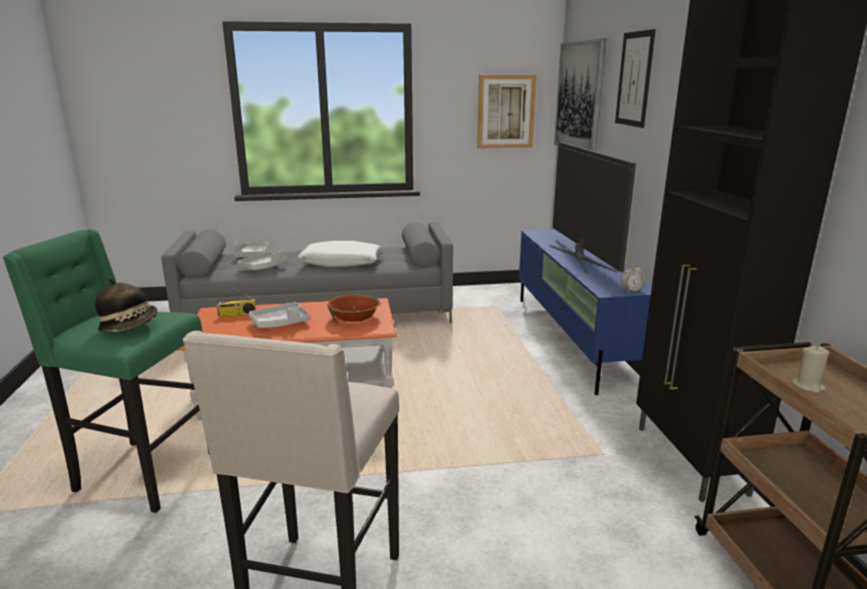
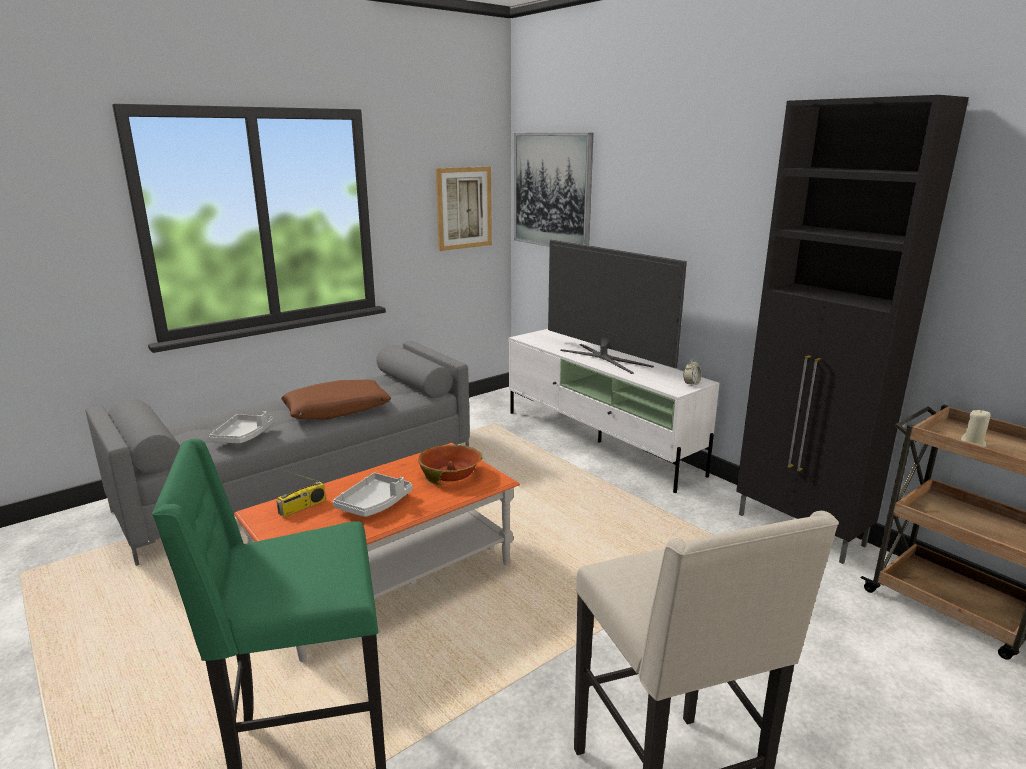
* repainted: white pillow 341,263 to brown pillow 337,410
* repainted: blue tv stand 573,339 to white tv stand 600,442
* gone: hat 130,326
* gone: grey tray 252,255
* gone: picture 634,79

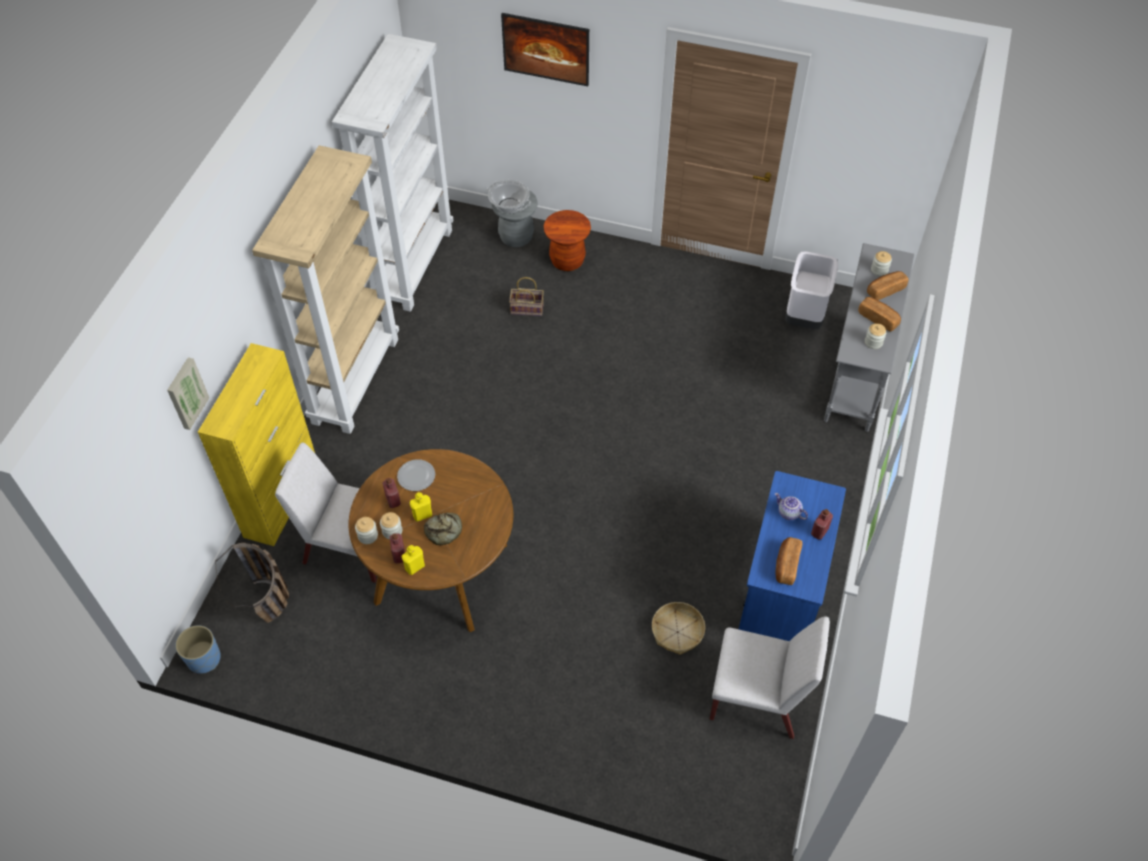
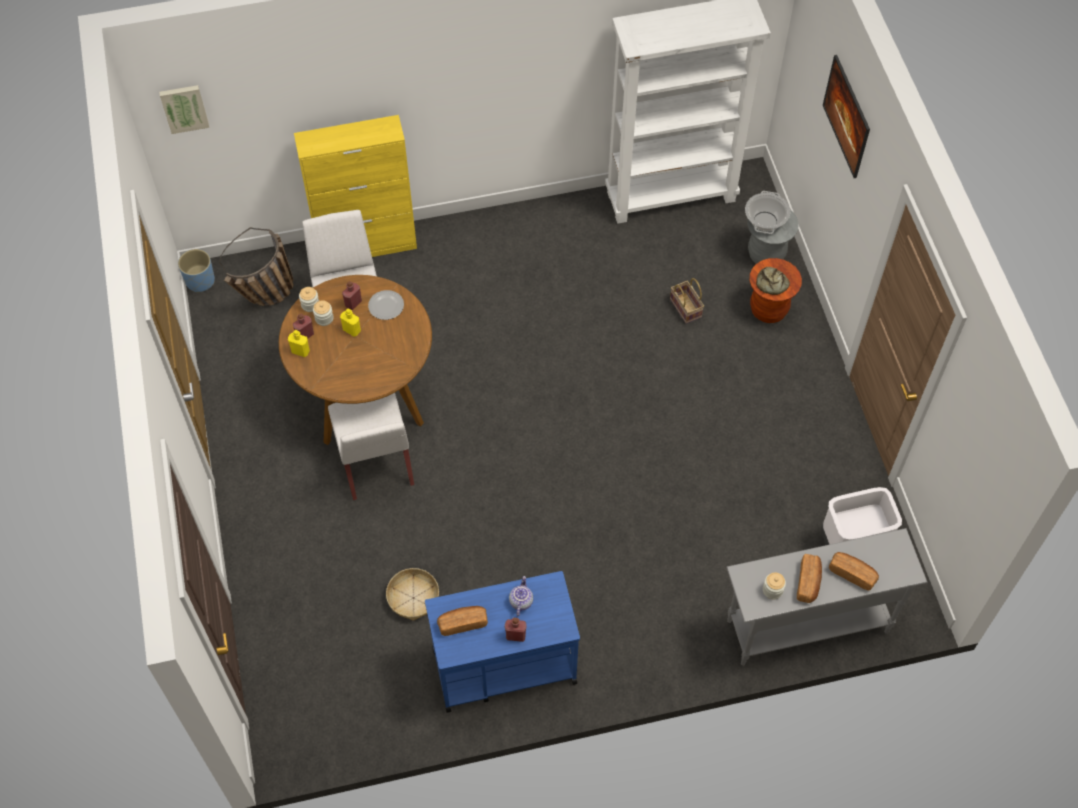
* shifted: picture 186,393 to 184,107
* shifted: white chair 758,698 to 375,461
* shifted: bread 444,531 to 771,284
* gone: beige bookcase 355,379
* gone: jar 879,270

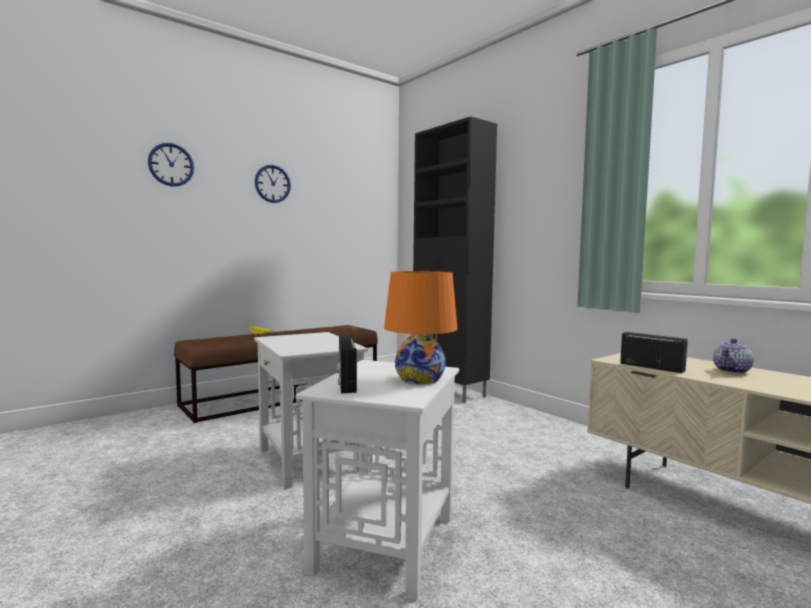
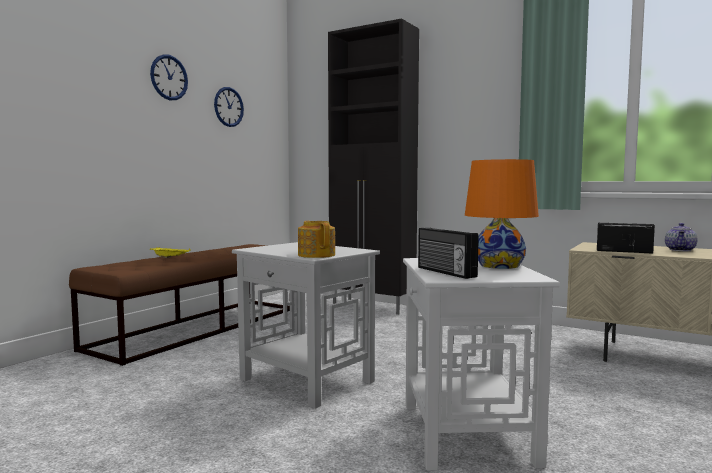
* shifted: wall clock 171,164 to 228,107
* new: teapot 316,255

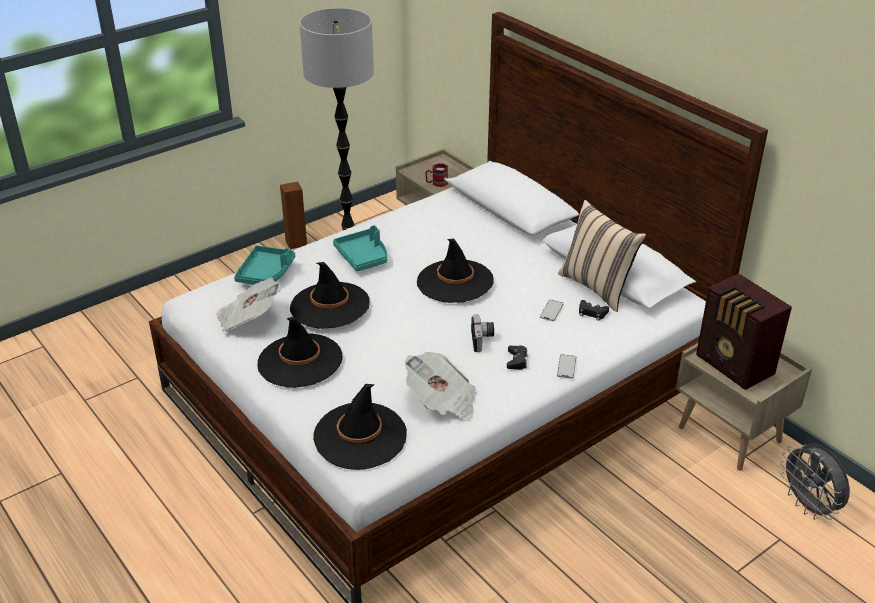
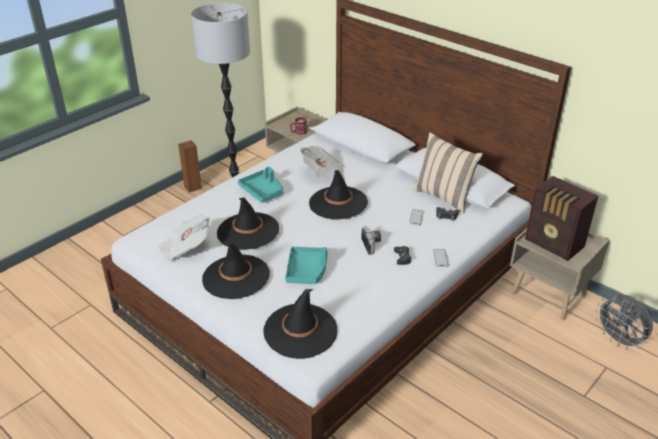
* shifted: turquoise tray 266,273 to 307,271
* shifted: newspaper 442,401 to 324,174

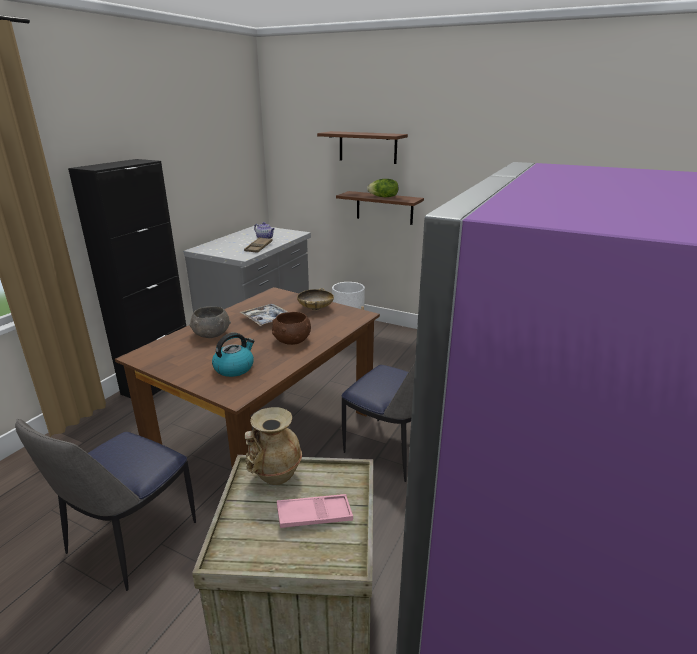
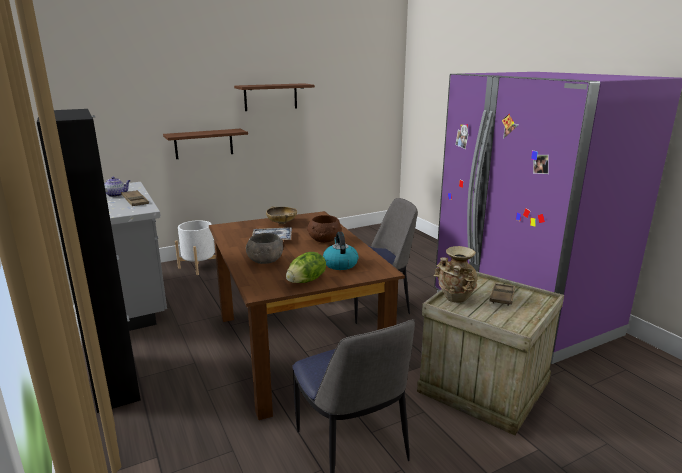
* shifted: brown shelf 367,147 to 270,97
* shifted: lettuce 383,197 to 307,281
* repainted: pink tray 314,515 to brown tray 502,297

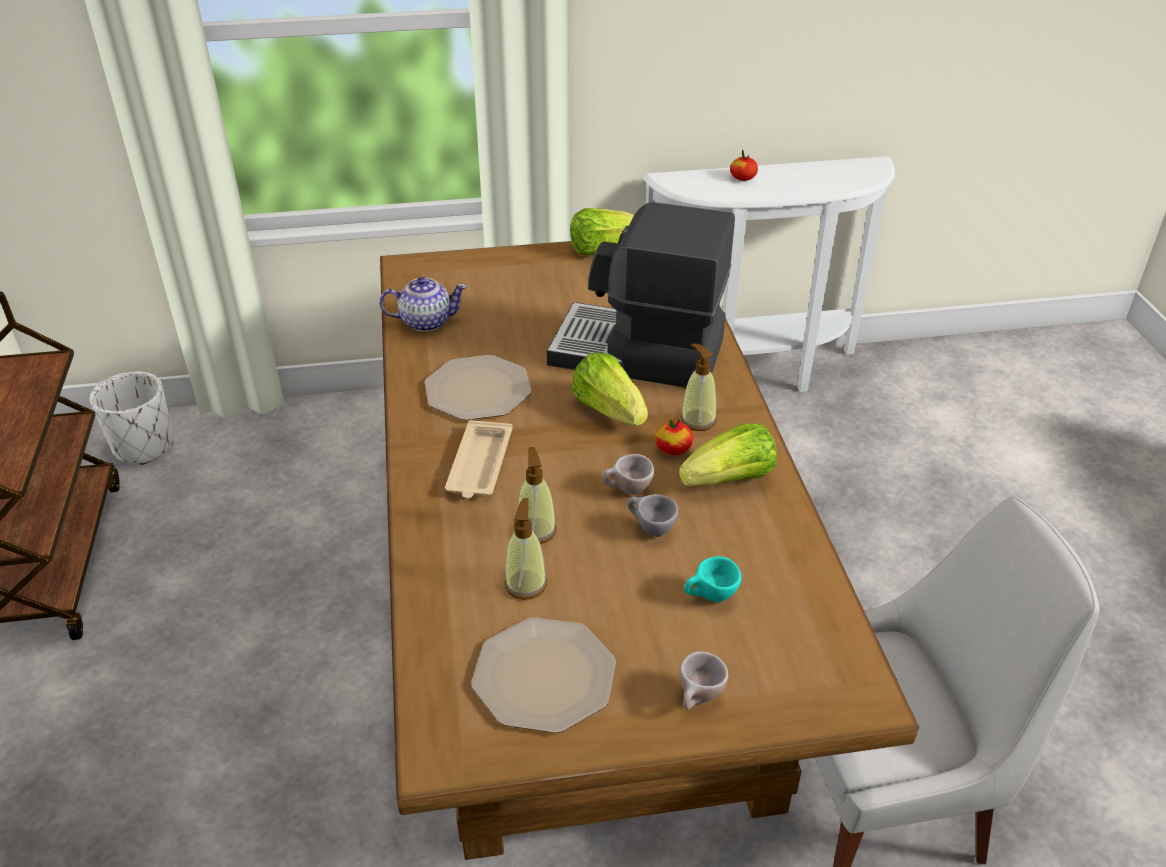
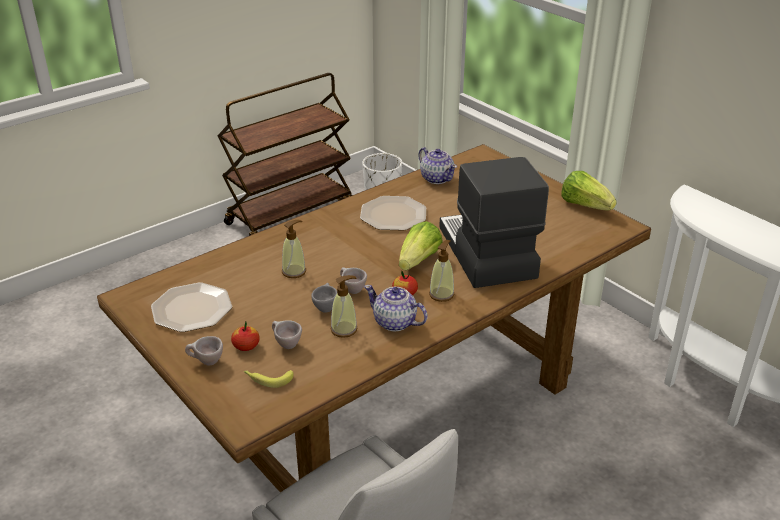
* shifted: apple 742,178 to 246,346
* new: banana 268,379
* repainted: turquoise cup 710,598 to beige cup 285,344
* shifted: soap dispenser 526,584 to 344,329
* swapped: lettuce 730,480 to teapot 395,323
* gone: beige tray 479,466

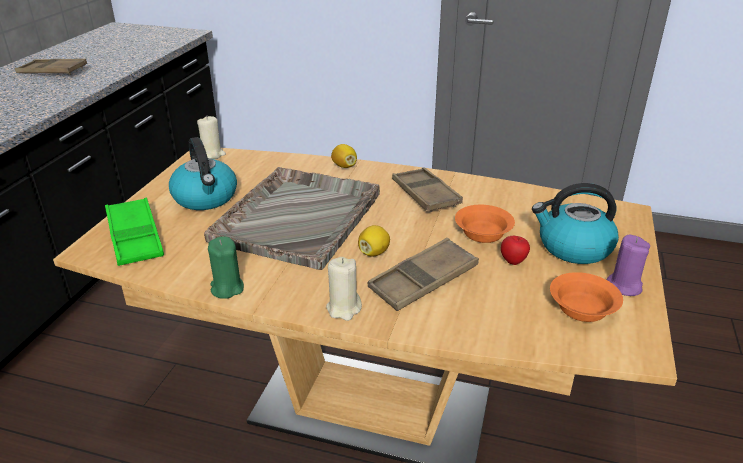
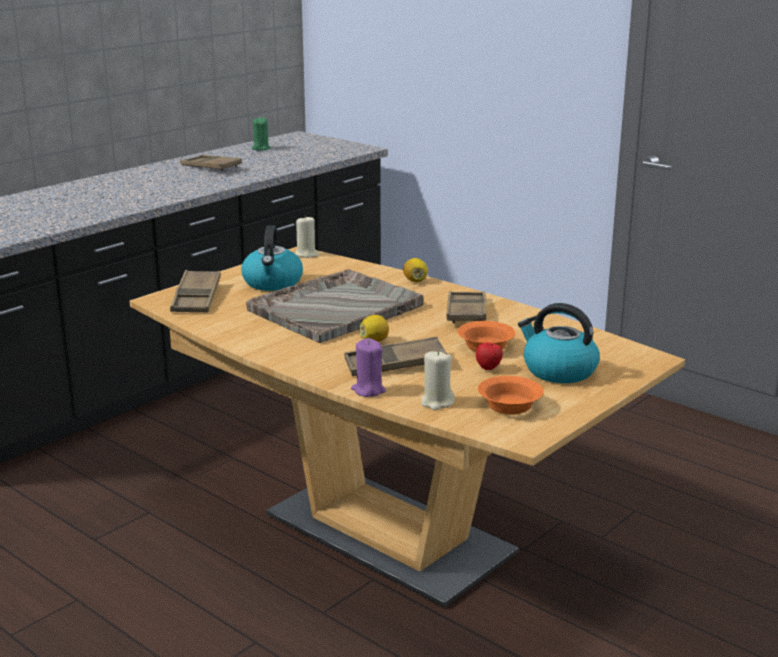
* repainted: green tray 135,237 to brown tray 196,298
* shifted: green candle 227,288 to 261,148
* shifted: purple candle 623,286 to 368,390
* shifted: beige candle 344,308 to 437,402

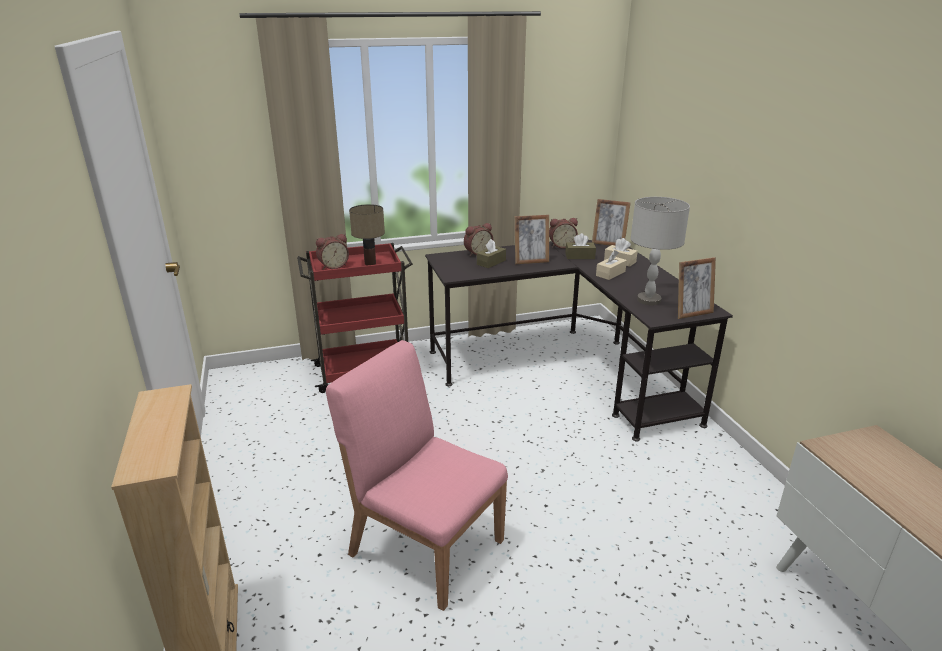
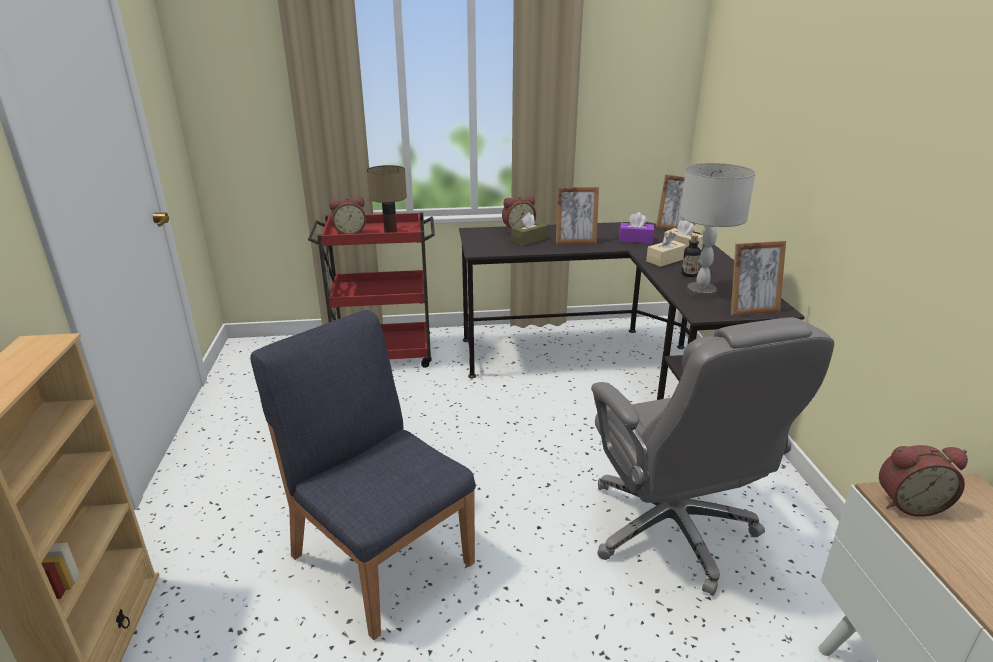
* repainted: pink chair 425,545 to blue chair 381,557
* new: grey office chair 673,530
* repainted: brown tissue box 580,256 to purple tissue box 635,240
* new: bottle 689,274
* shifted: alarm clock 561,245 to 908,503

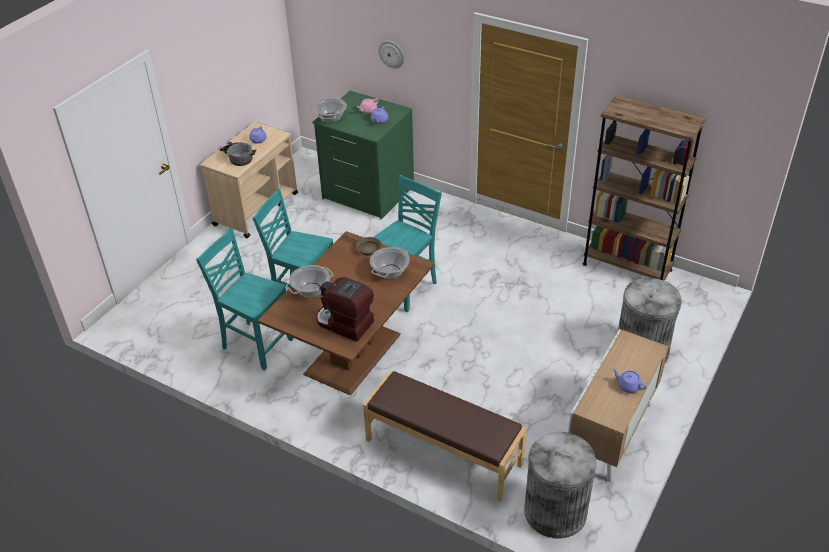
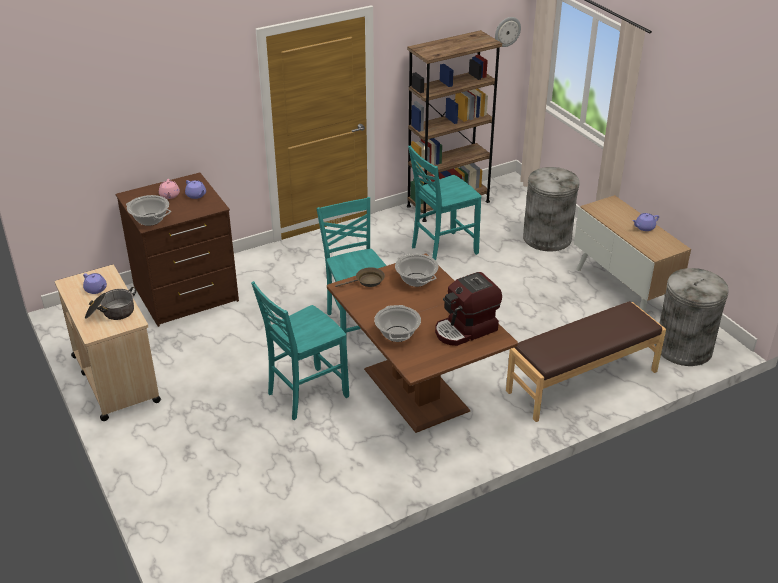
* repainted: green dresser 367,193 to brown dresser 186,294
* shifted: turquoise chair 256,344 to 442,250
* shifted: wall clock 391,54 to 507,31

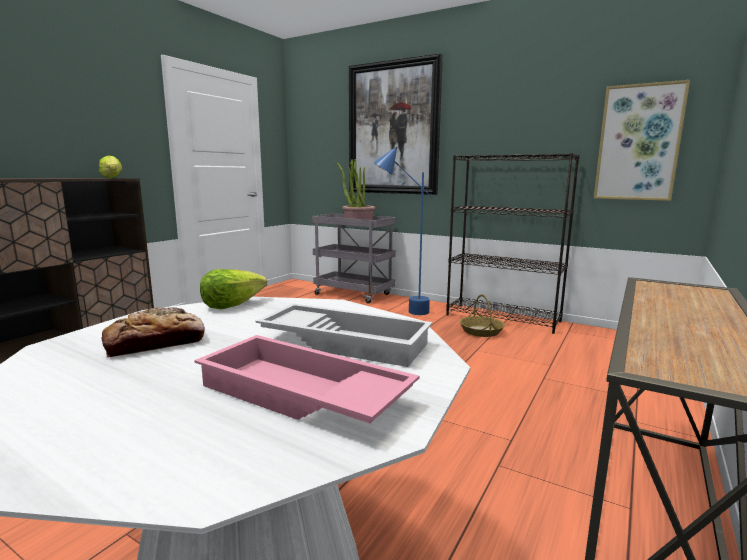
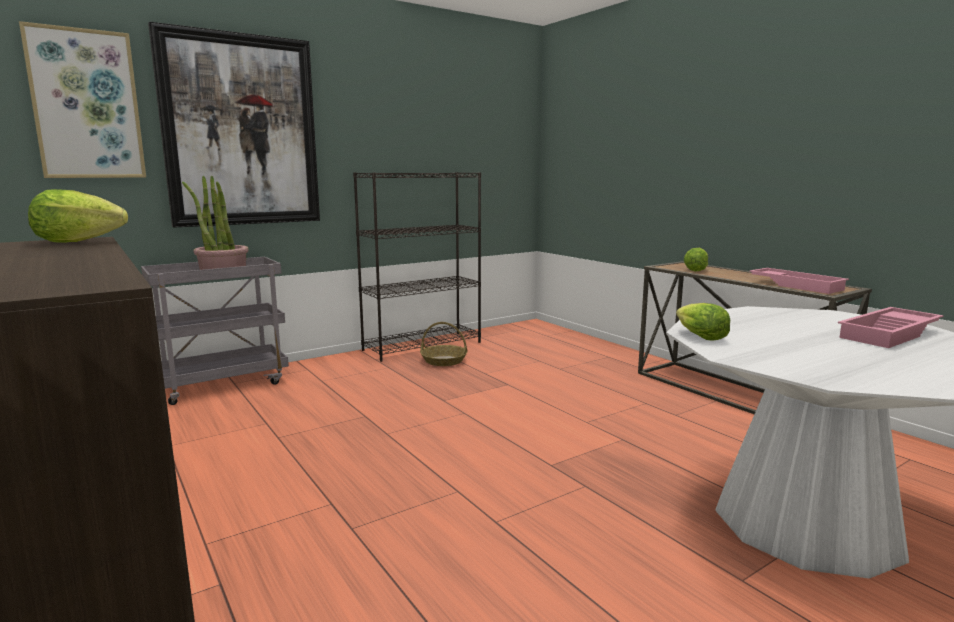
* shifted: picture 638,143 to 86,105
* new: lettuce 696,270
* new: pink tray 797,285
* gone: bread 155,343
* gone: white tray 346,342
* gone: blue floor lamp 401,312

